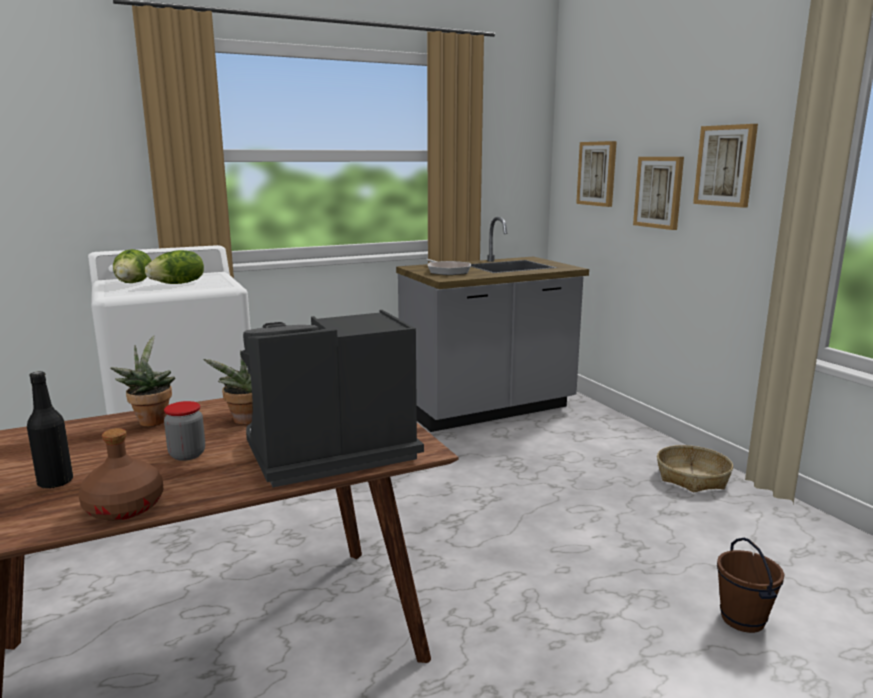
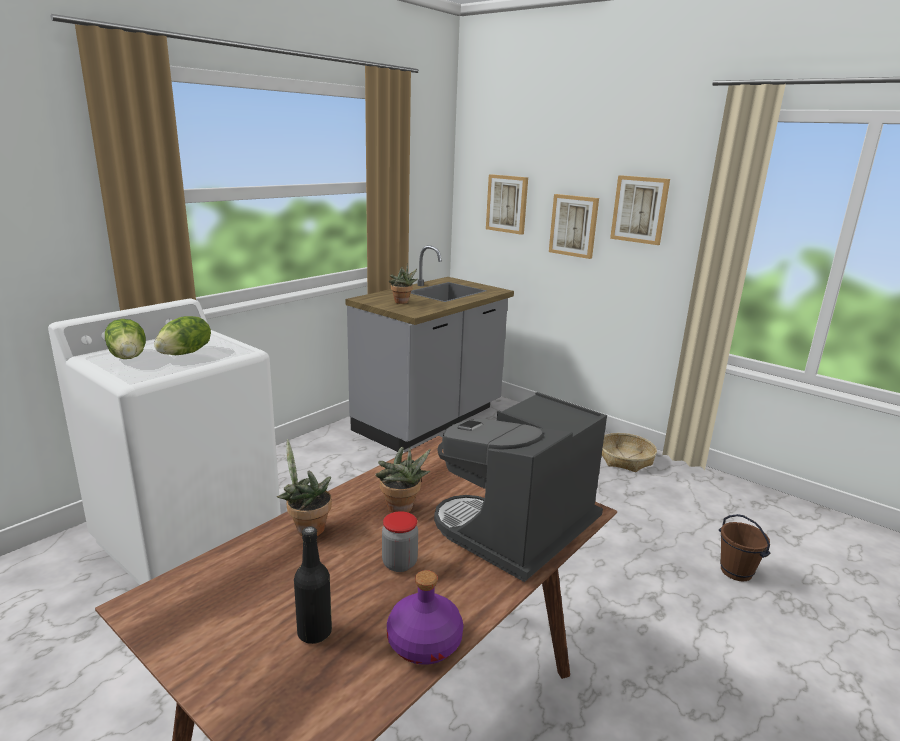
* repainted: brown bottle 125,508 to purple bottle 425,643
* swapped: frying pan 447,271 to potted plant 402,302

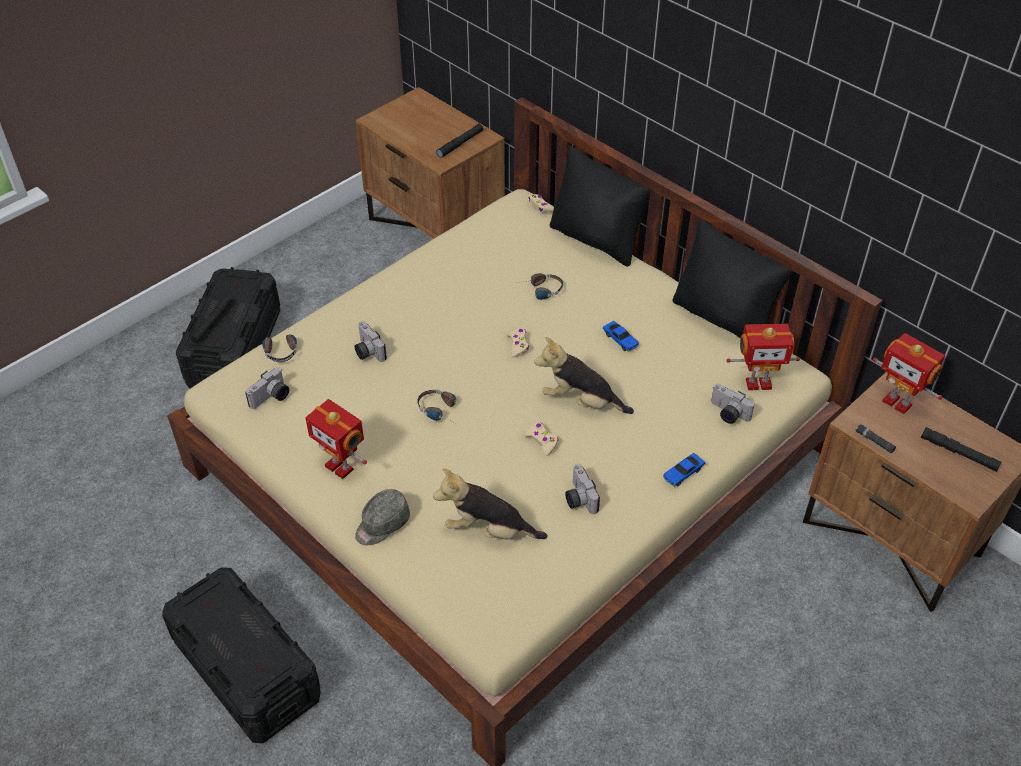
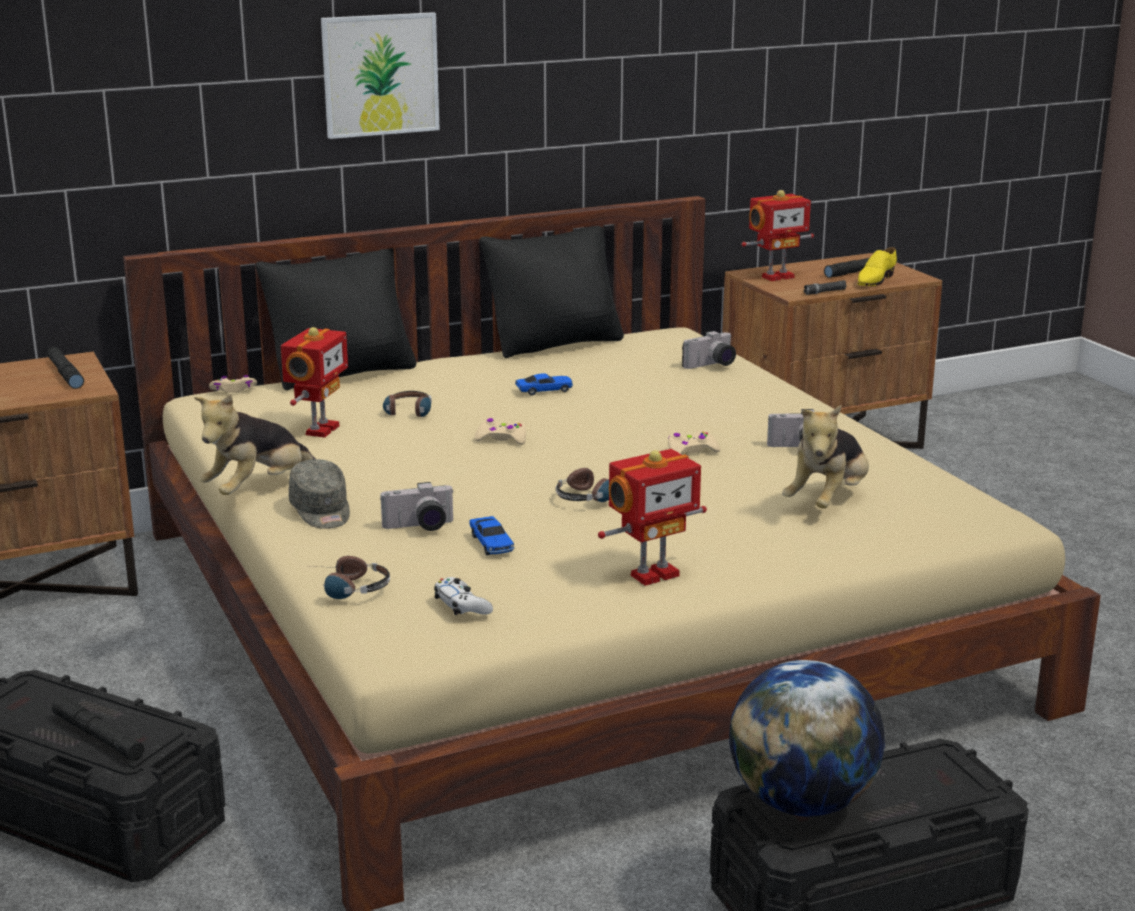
* shifted: plush toy 581,401 to 258,489
* shifted: toy robot 758,383 to 320,430
* shifted: grey cap 382,525 to 321,511
* new: picture 380,74
* swapped: photo camera 271,398 to white game controller 462,605
* shifted: toy car 683,473 to 491,543
* new: globe 802,802
* new: yellow shoe 875,280

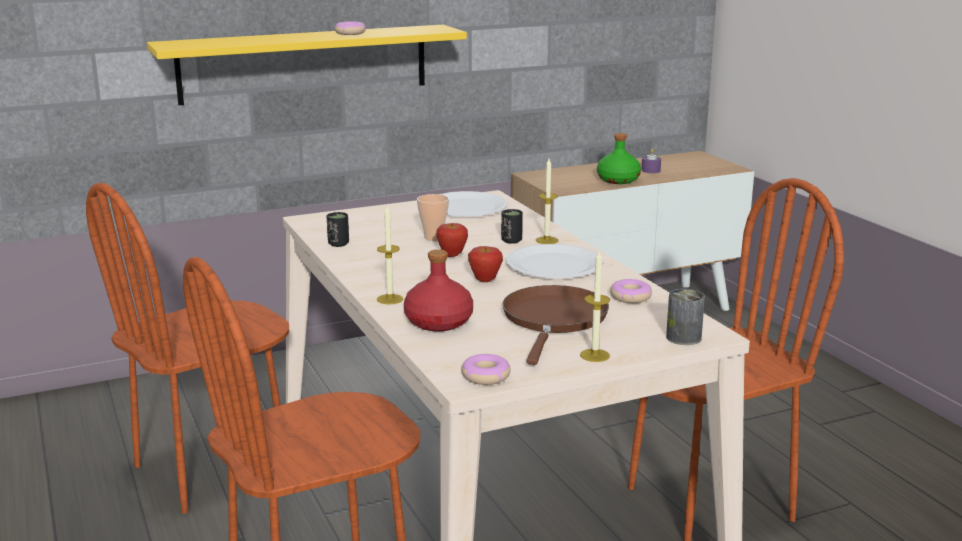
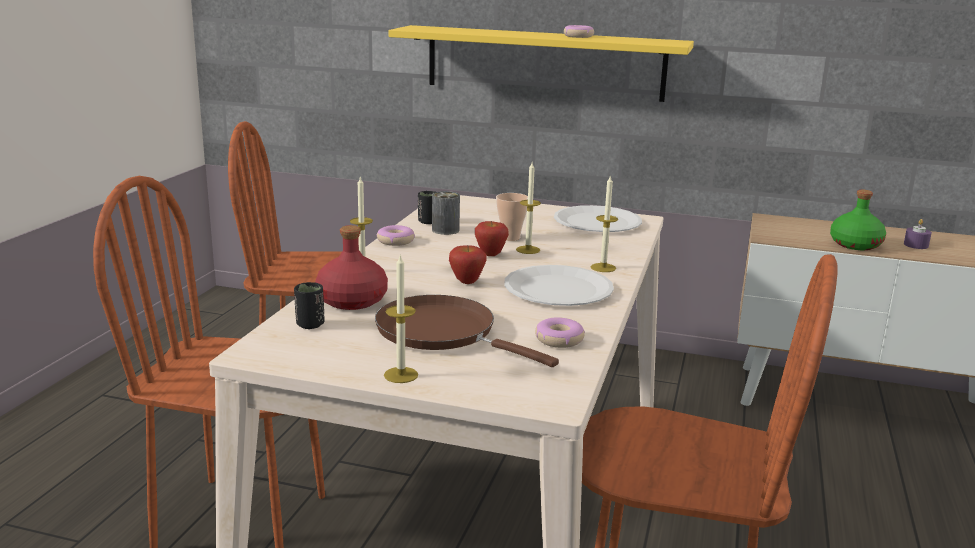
* shifted: black cup 511,241 to 310,325
* rotated: brown frying pan 554,320 = 443,333 105 degrees counterclockwise
* shifted: donut 485,376 to 395,241
* shifted: can 683,338 to 445,230
* new: candle 528,250

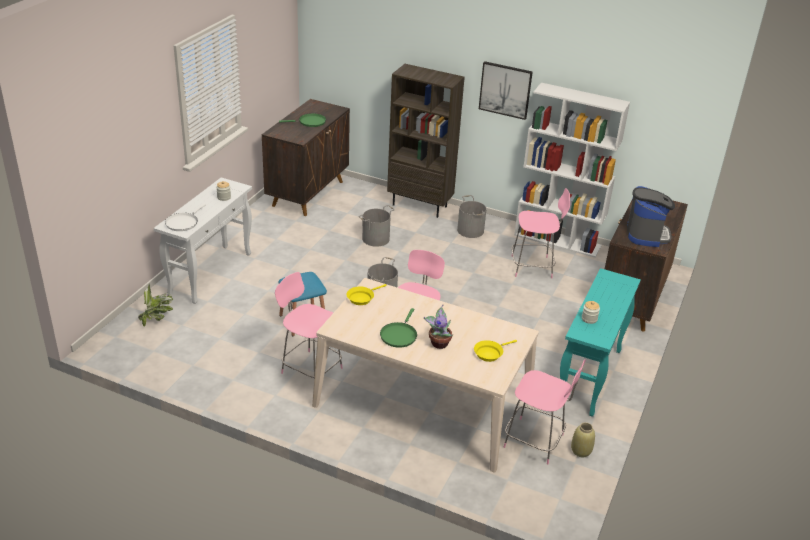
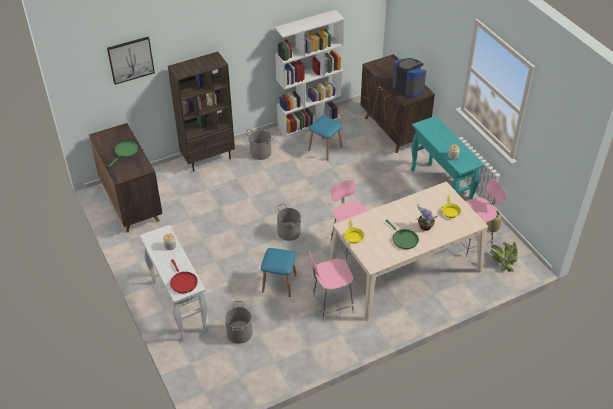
* shifted: picture 505,90 to 130,60
* repainted: white frying pan 183,223 to red frying pan 183,282
* shifted: grey bucket 375,238 to 239,333
* swapped: pink chair 533,267 to blue stool 325,149
* shifted: potted plant 157,318 to 502,263

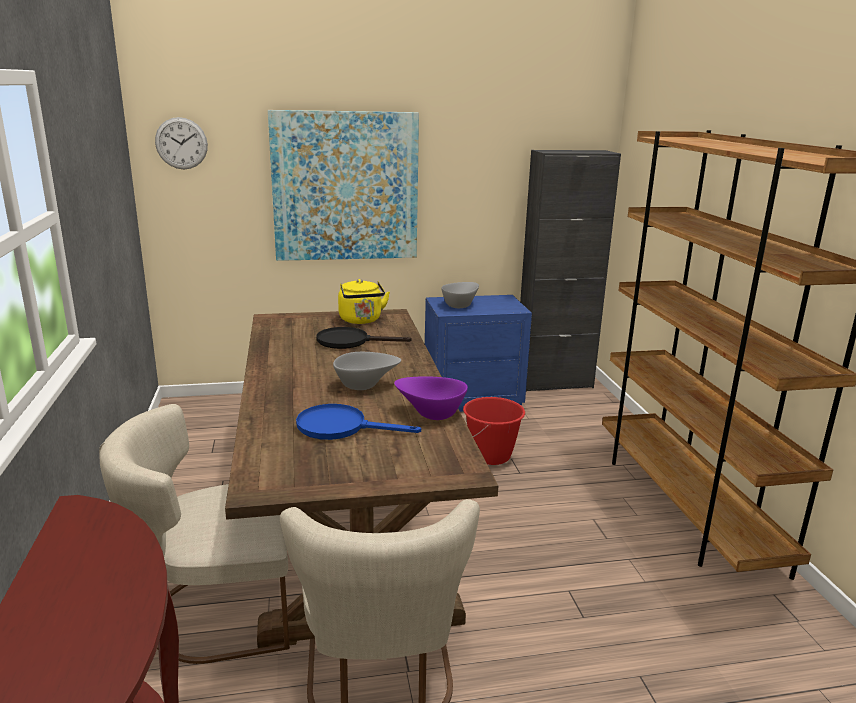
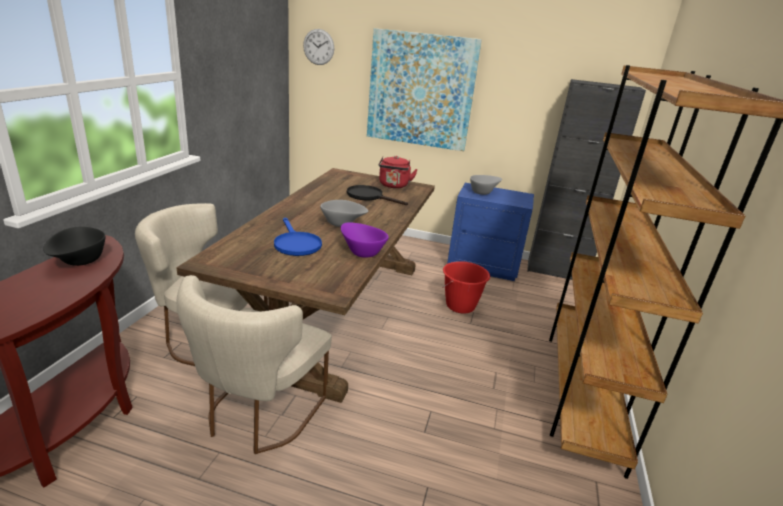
* new: black bowl 78,262
* rotated: blue frying pan 341,427 = 295,244 150 degrees counterclockwise
* repainted: yellow kettle 361,320 to red kettle 394,186

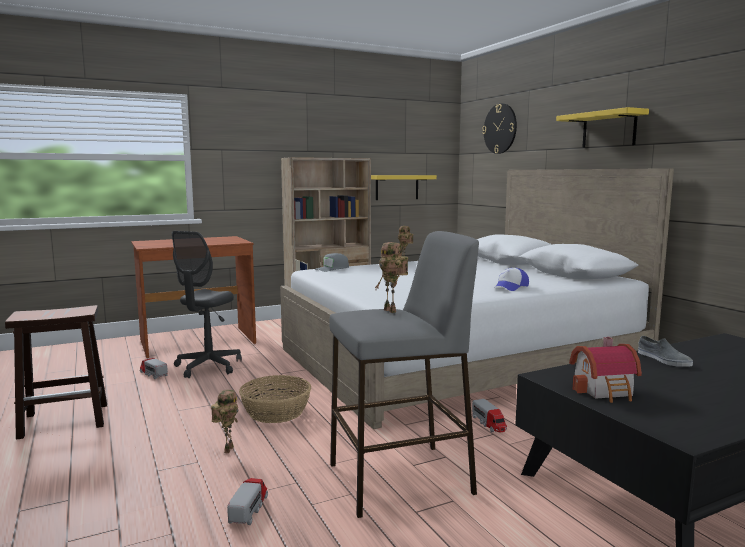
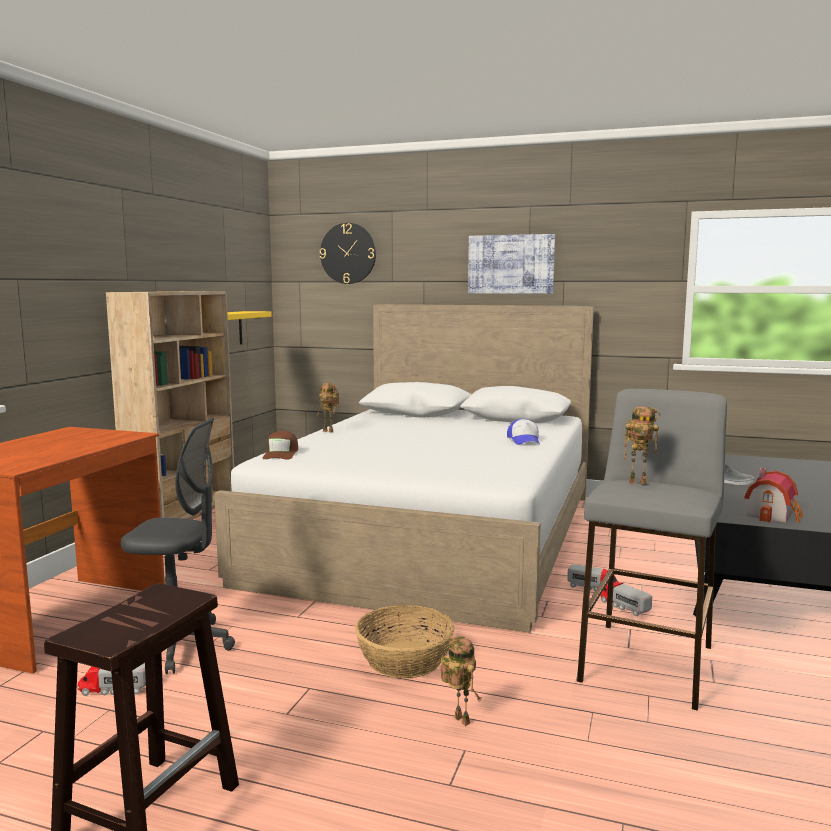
* rotated: grey office chair 208,367 = 178,646 60 degrees counterclockwise
* repainted: grey cap 332,268 to brown cap 281,454
* swapped: yellow shelf 609,129 to picture 511,264
* shifted: toy truck 249,509 to 624,606

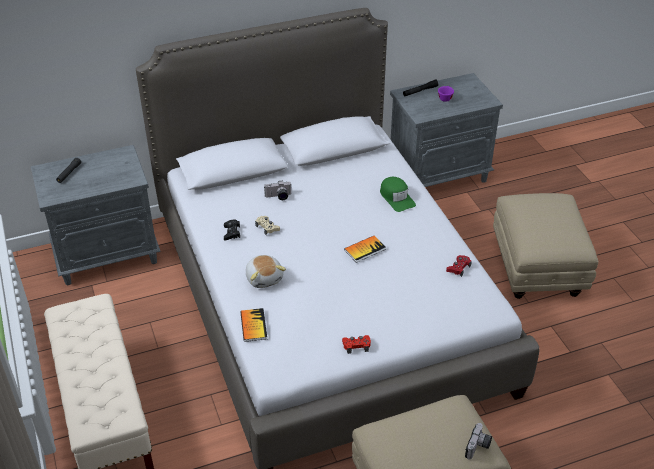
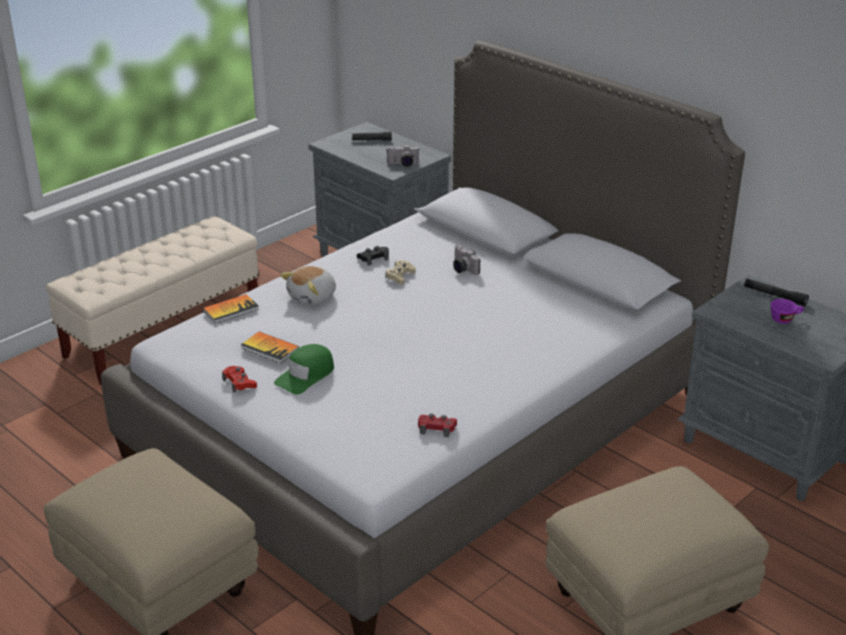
* shifted: book 365,249 to 270,349
* shifted: green cap 396,197 to 306,375
* shifted: photo camera 478,447 to 403,164

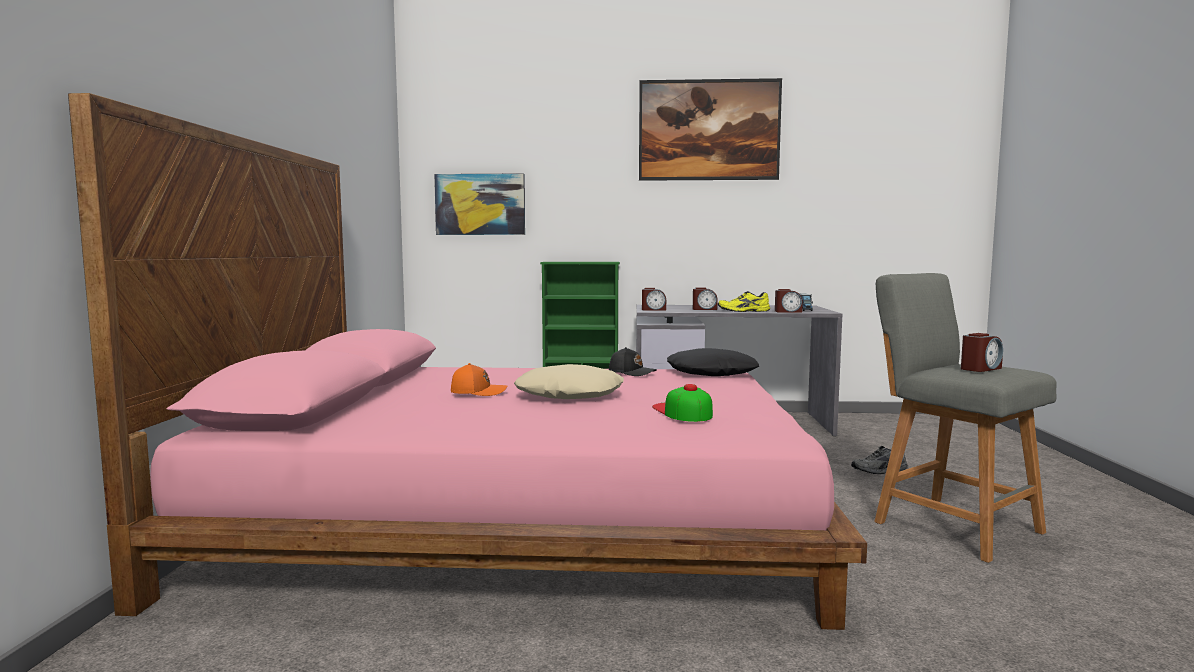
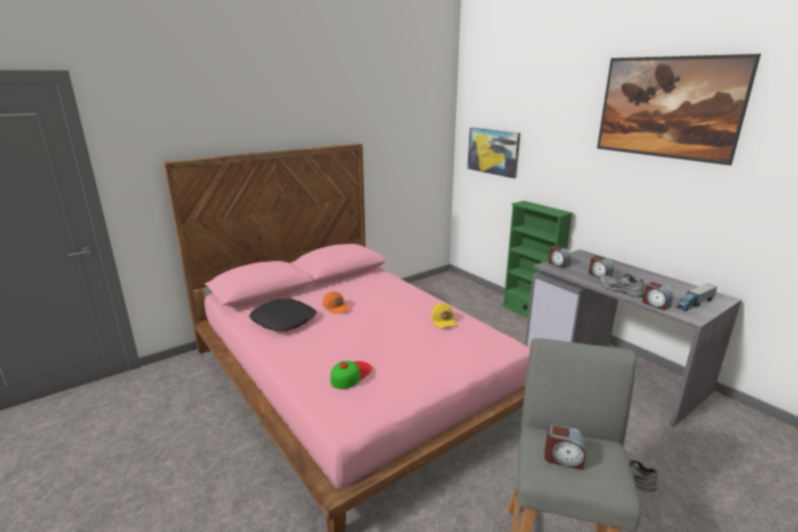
* shifted: black pillow 711,373 to 284,320
* repainted: black cap 632,372 to yellow cap 444,321
* repainted: yellow shoe 744,311 to grey shoe 619,290
* gone: beige pillow 570,394

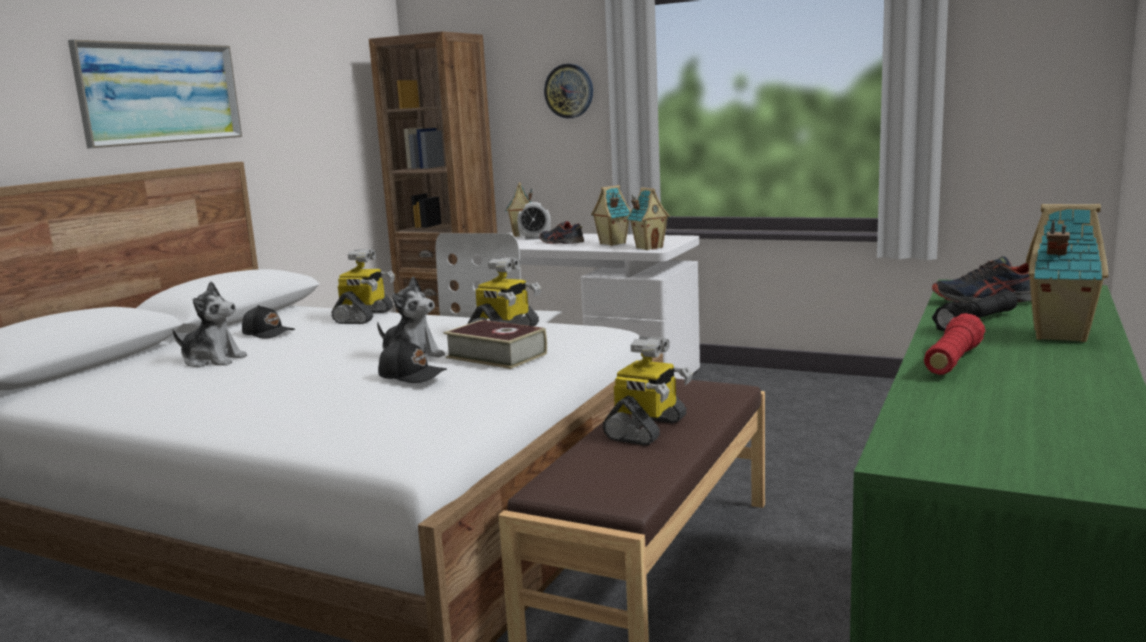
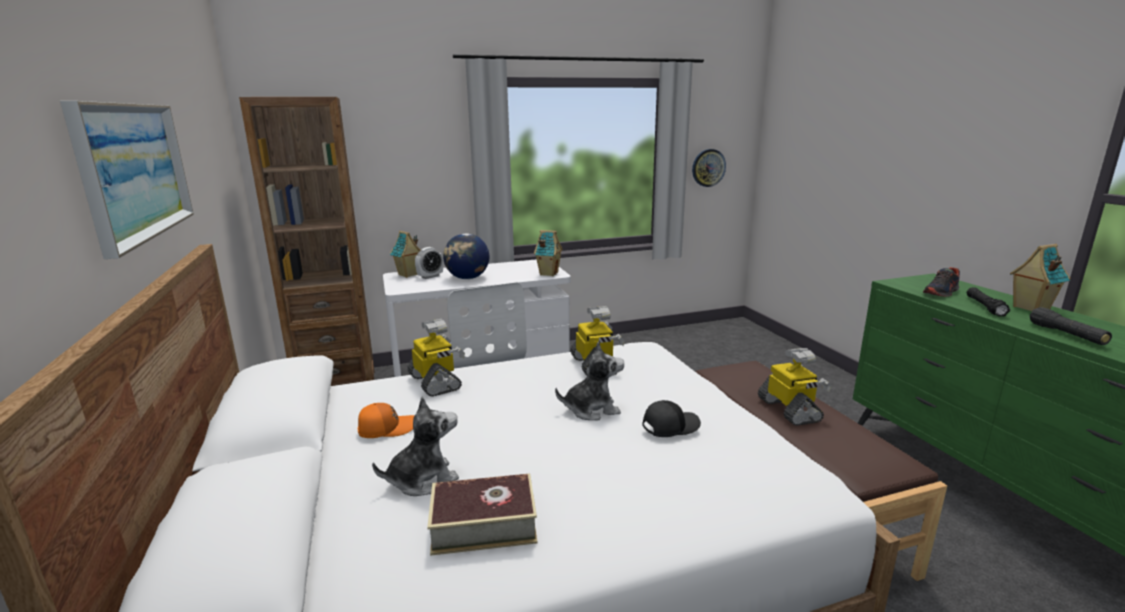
* repainted: black cap 268,333 to orange cap 386,428
* shifted: book 496,355 to 484,524
* swapped: shoe 561,243 to globe 467,278
* shifted: wall clock 569,91 to 708,168
* repainted: red flashlight 953,361 to black flashlight 1066,334
* gone: toy house 612,243

